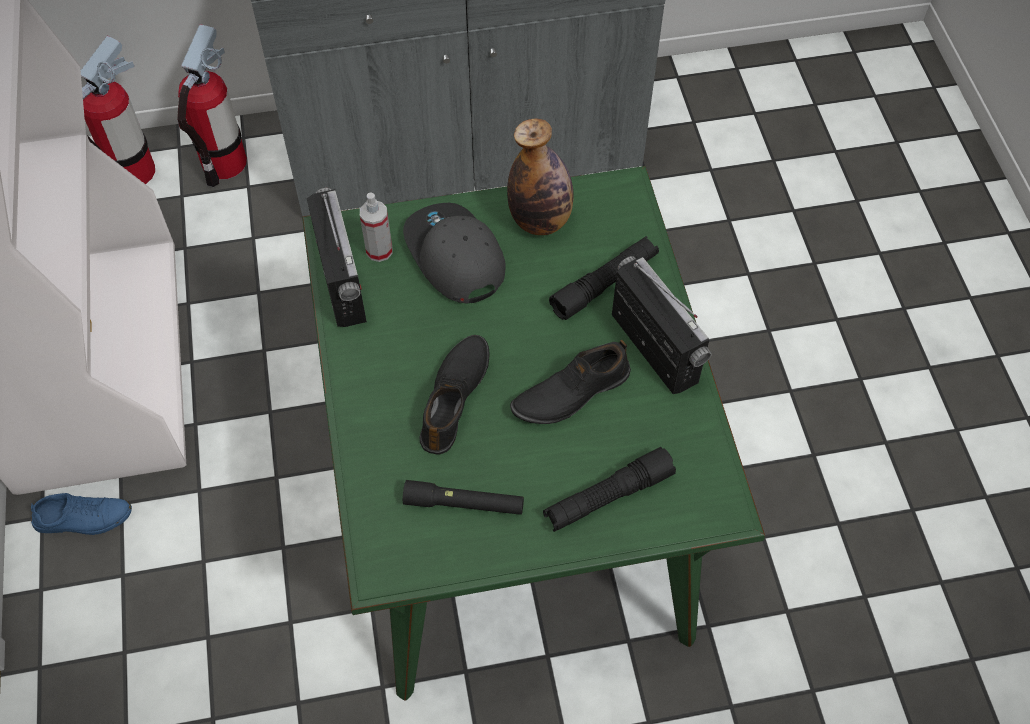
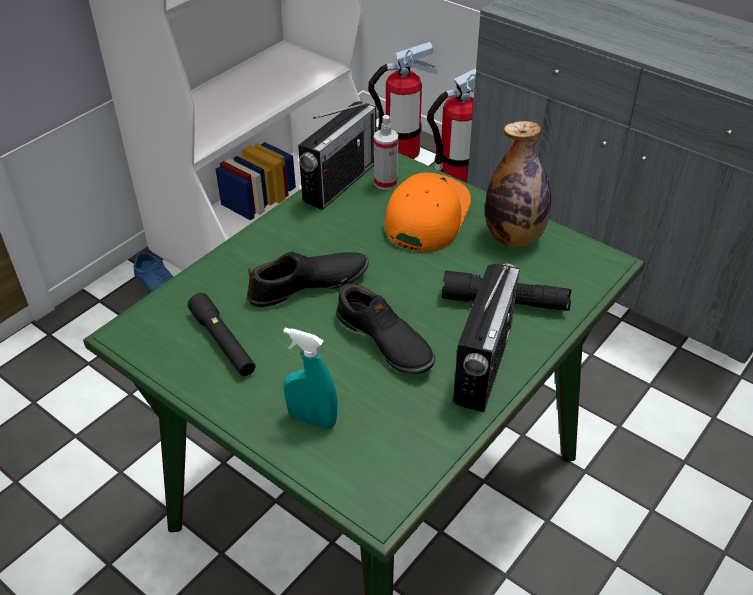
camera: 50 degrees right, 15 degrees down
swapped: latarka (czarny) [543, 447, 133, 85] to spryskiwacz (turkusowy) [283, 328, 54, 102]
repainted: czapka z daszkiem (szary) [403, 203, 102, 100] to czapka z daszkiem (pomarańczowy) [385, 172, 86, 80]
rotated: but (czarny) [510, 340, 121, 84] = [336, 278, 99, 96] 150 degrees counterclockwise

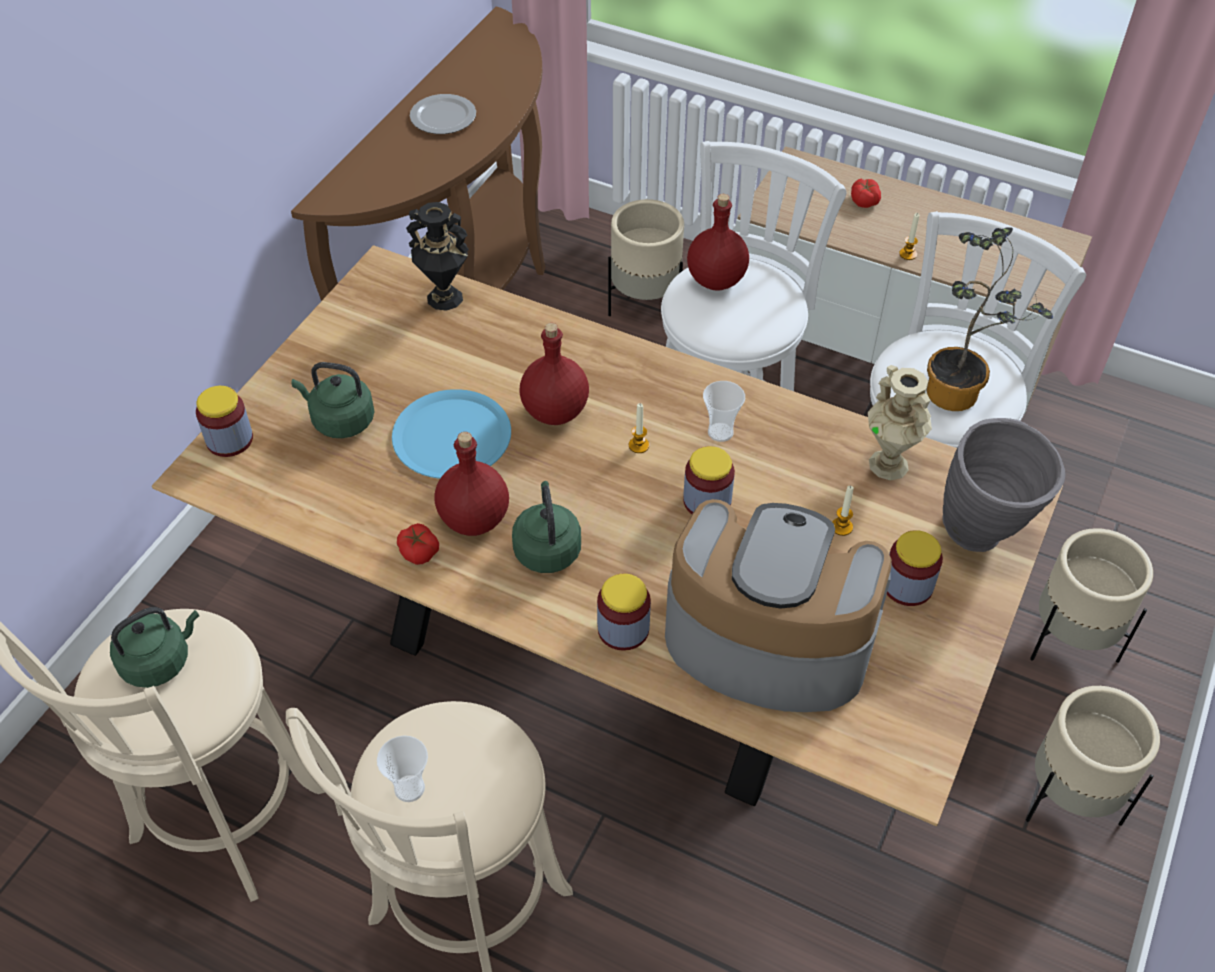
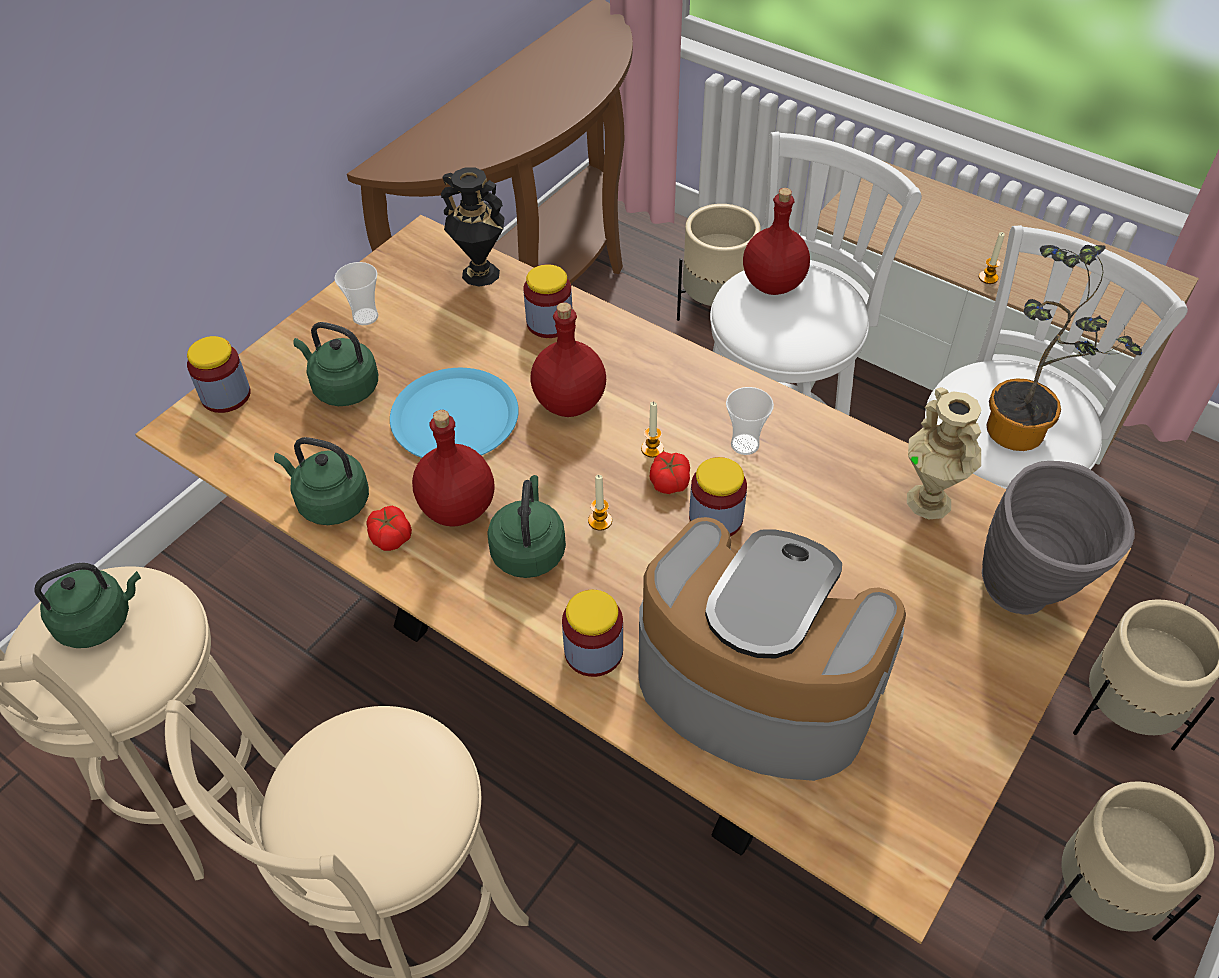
camera: 10 degrees right, 0 degrees up
gone: talerz [410, 94, 66, 40]
new: czajnik (zielony) [274, 437, 95, 88]
shifted: filiżanka [377, 736, 51, 66] to [334, 262, 44, 63]; świeca [832, 486, 22, 50] to [588, 475, 24, 56]; pomidor [851, 179, 30, 29] to [650, 452, 40, 42]; słoik [887, 530, 56, 76] to [523, 264, 49, 74]

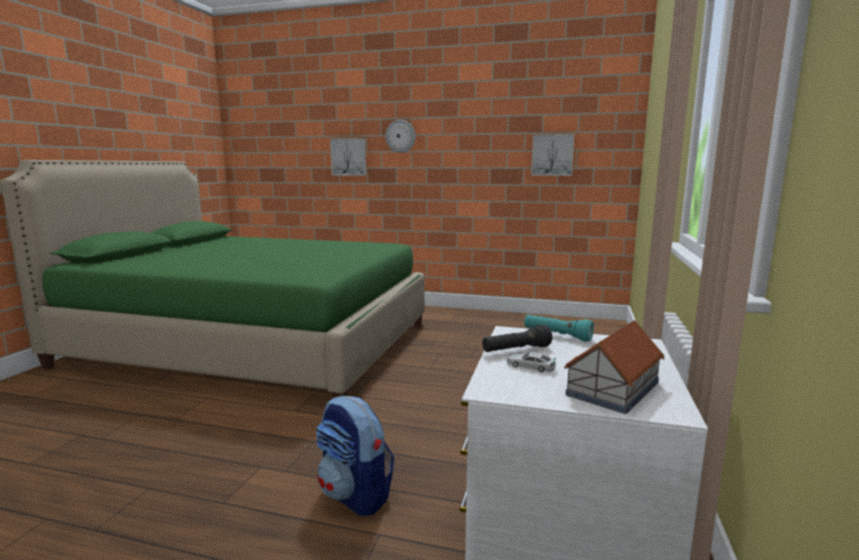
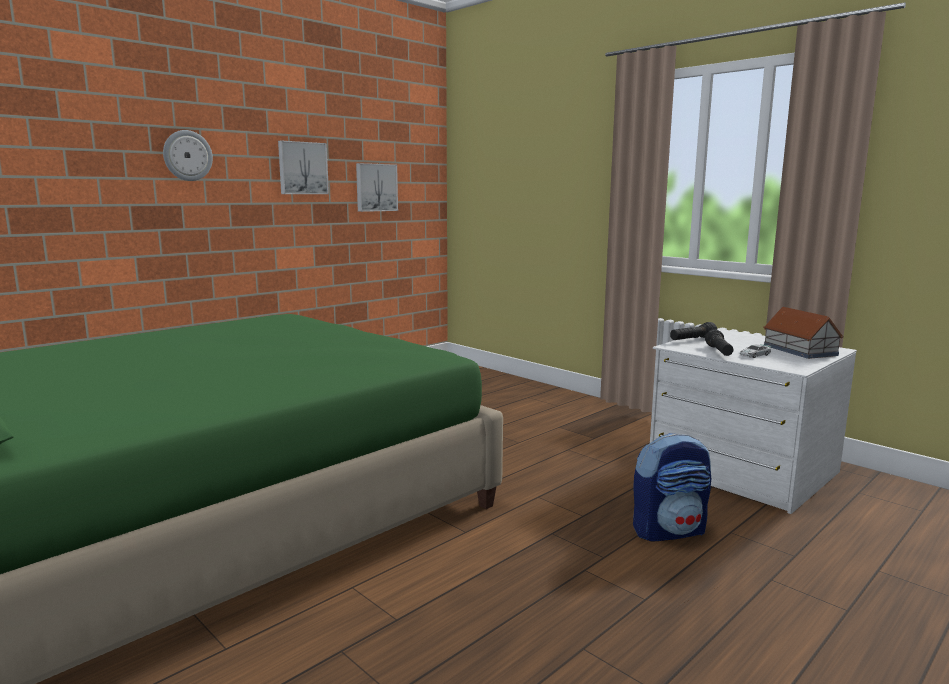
camera: 60 degrees left, 0 degrees up
shifted: obraz [330, 138, 36, 38] to [278, 141, 51, 53]
repainted: latarka (turkusowy) [524, 314, 70, 28] to latarka (czarny) [670, 322, 47, 18]

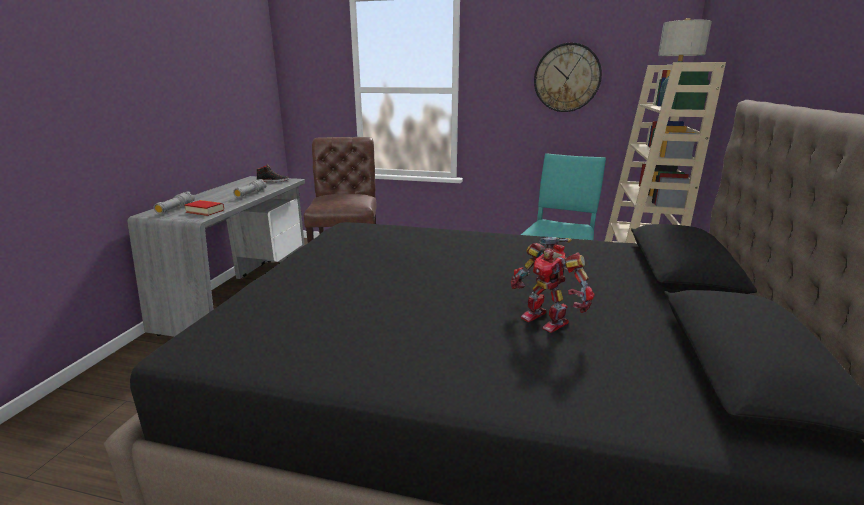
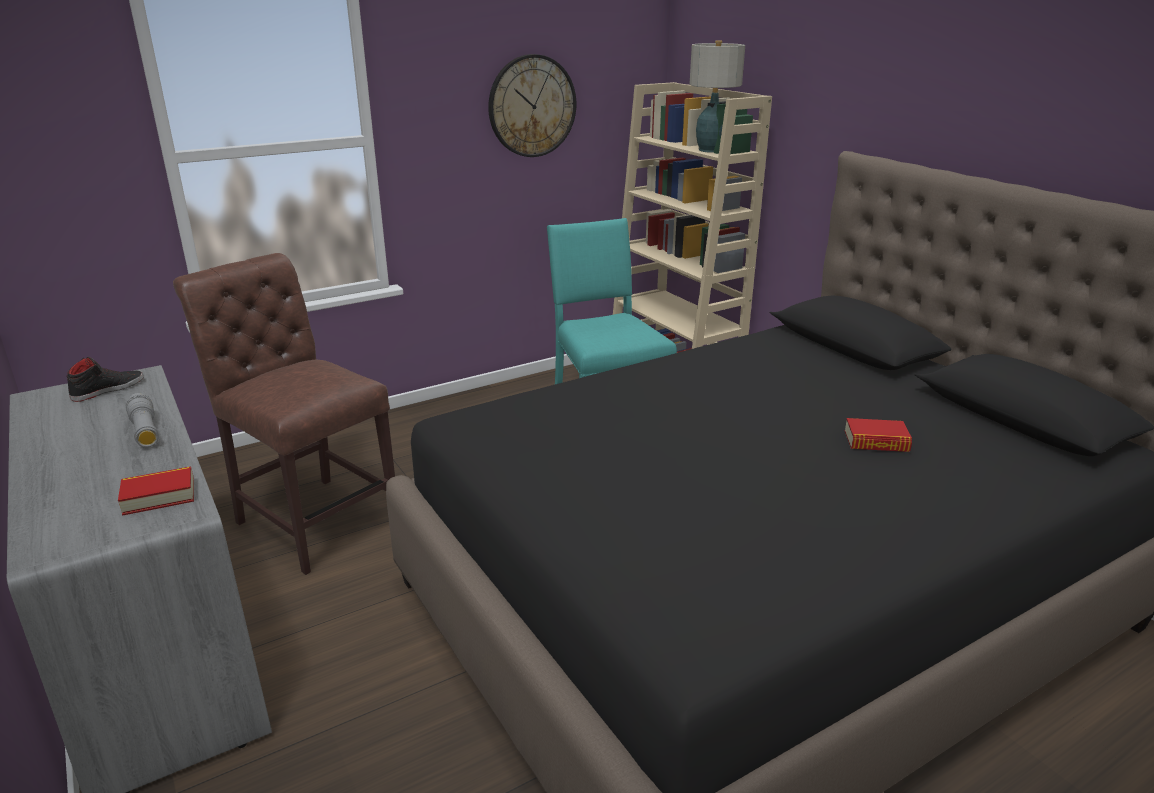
camera: 45 degrees left, 5 degrees up
gone: latarka (szary) [154, 192, 41, 22]
swapped: robot zabawkowy [511, 237, 84, 96] to książka [845, 418, 67, 34]

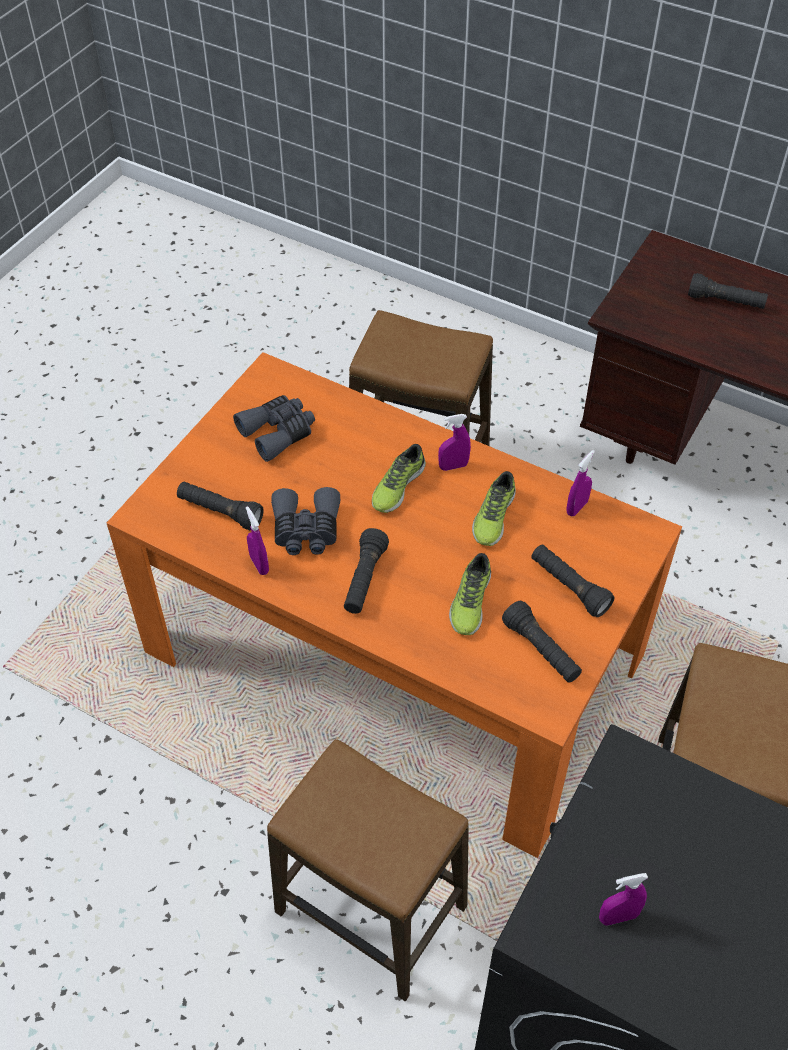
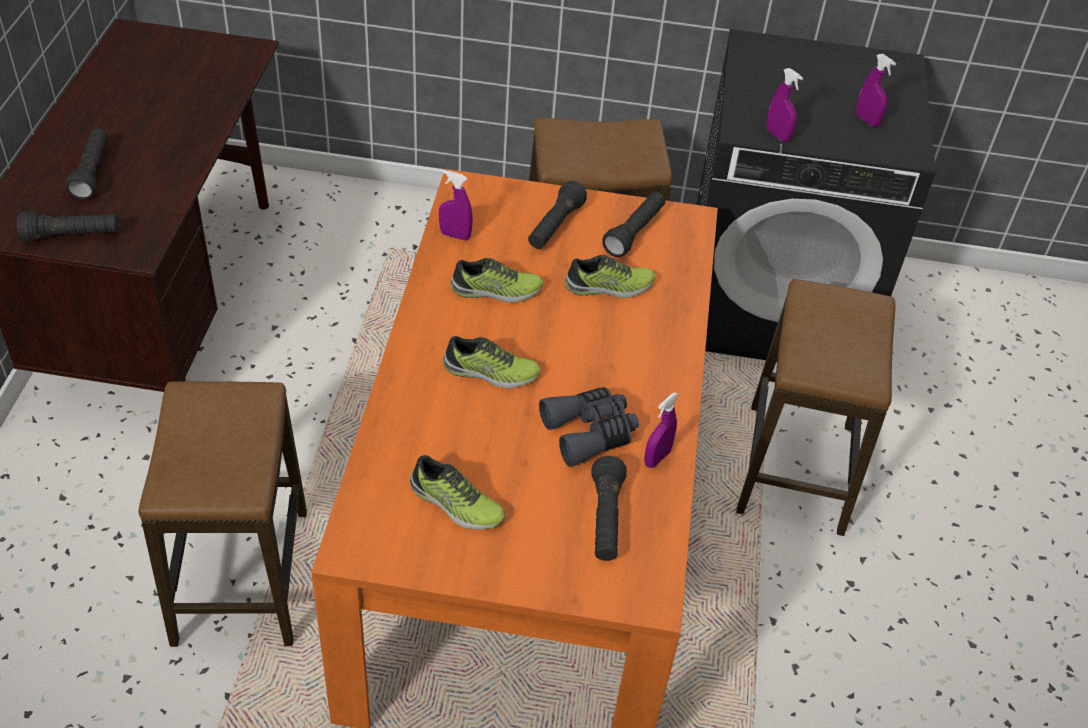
camera: 115 degrees left, 5 degrees down
shifted: latarka (czarny) [344, 528, 45, 86] to [17, 211, 102, 31]; spryskiwacz (fioletowy) [438, 414, 33, 57] to [766, 68, 37, 74]
swapped: lornetka (szary) [233, 395, 82, 67] to but [410, 455, 95, 75]

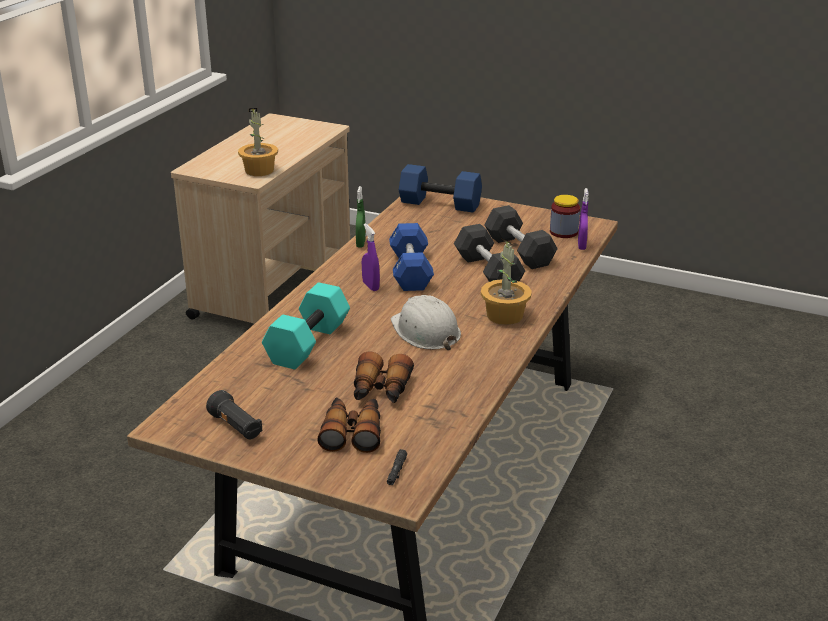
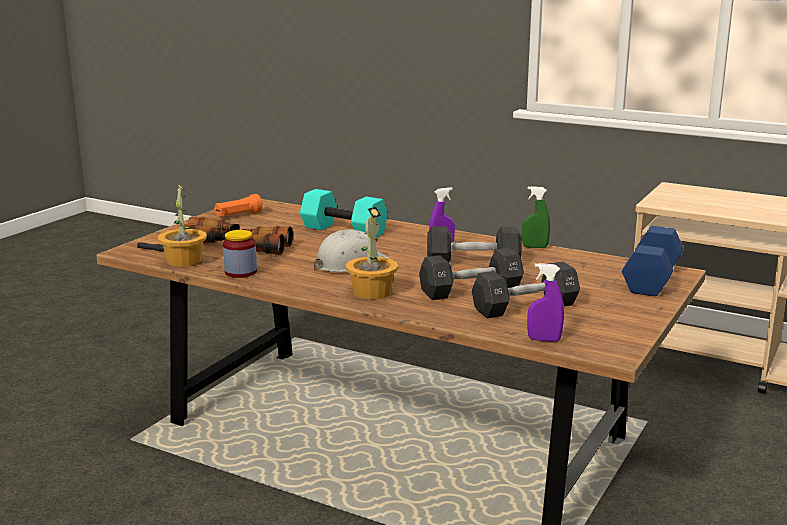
camera: 95 degrees right, 10 degrees down
shifted: roślina doniczkowa [238, 108, 40, 68] to [158, 183, 49, 84]; słoik [550, 195, 30, 43] to [223, 230, 34, 48]
repainted: latarka (czarny) [206, 390, 56, 50] to latarka (pomarańczowy) [214, 194, 48, 23]; hantel (niebieski) [389, 223, 45, 68] to hantel (czarny) [427, 226, 95, 37]

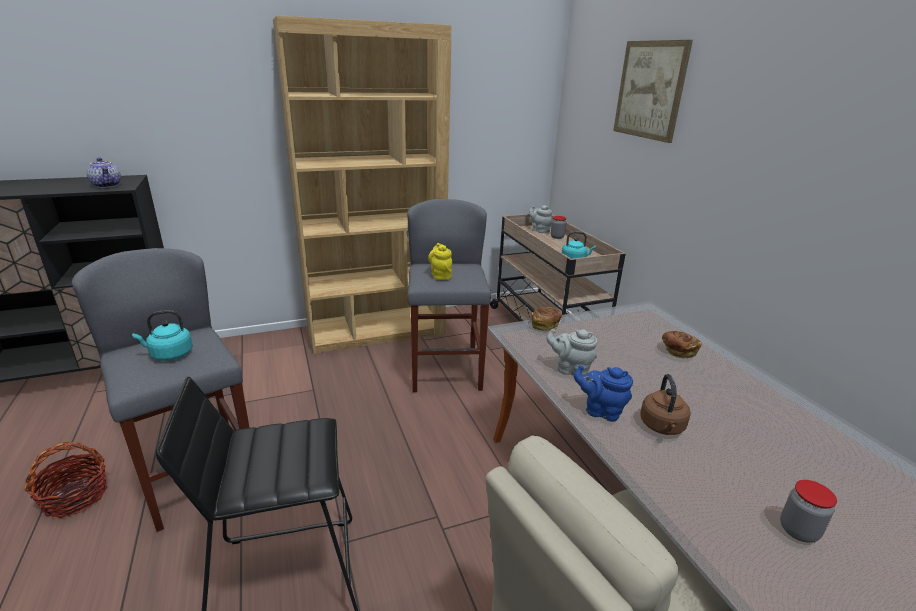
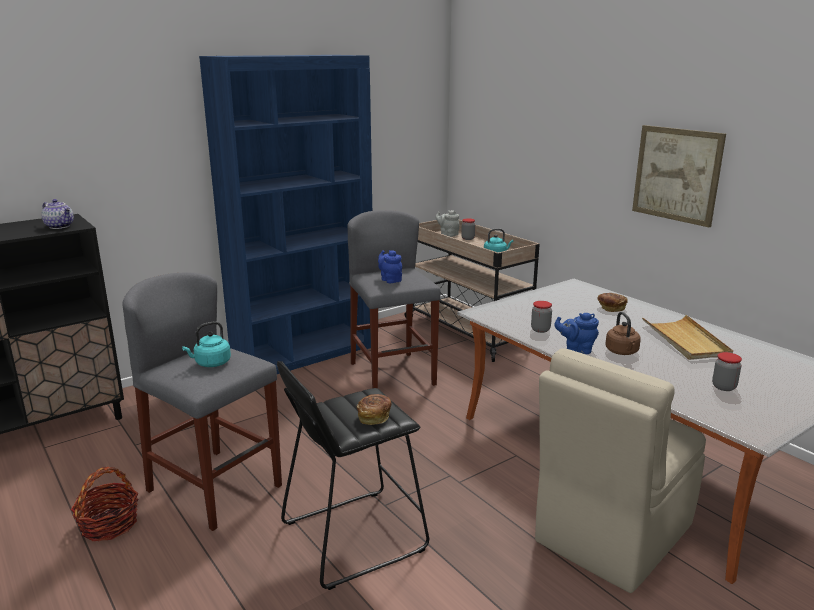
camera: 15 degrees left, 5 degrees down
new: taca (beżowy) [642, 315, 91, 45]
shifted: chleb [531, 306, 31, 25] to [357, 394, 35, 31]; obraz [613, 40, 80, 103] to [632, 125, 94, 102]
swapped: imbryk (szary) [546, 329, 51, 46] to słoik [531, 301, 21, 32]
repainted: regał (brązowy) [273, 15, 178, 339] to regał (niebieski) [199, 55, 173, 319]; imbryk (żółty) [428, 243, 24, 37] to imbryk (niebieski) [378, 250, 24, 33]

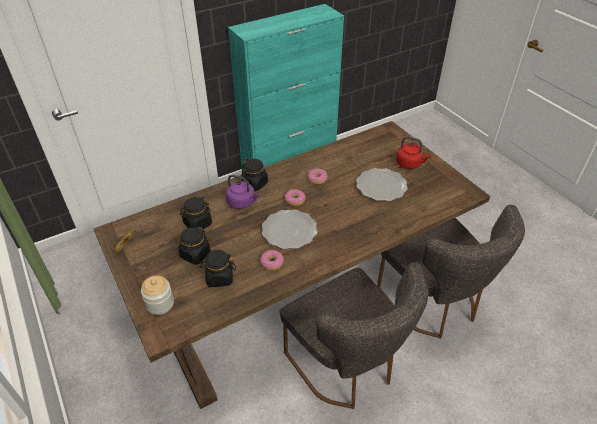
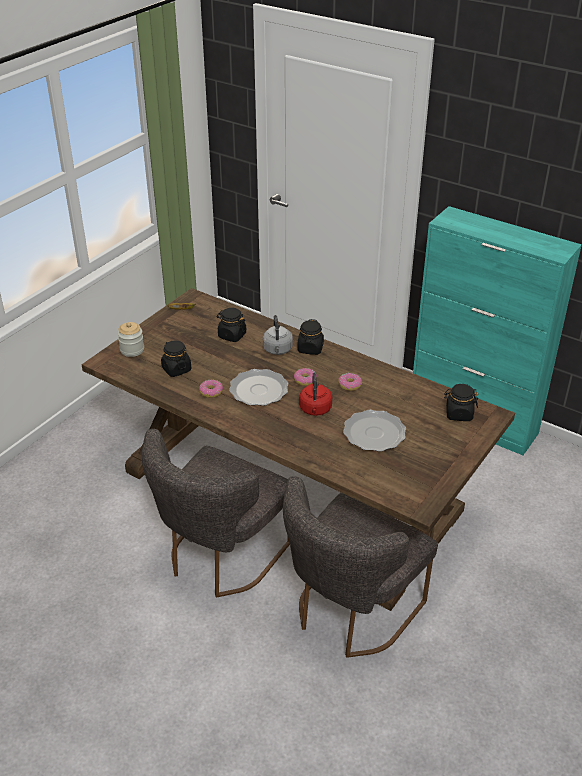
camera: 65 degrees right, 5 degrees down
shifted: słoik (czarny) [179, 226, 32, 39] to [444, 384, 34, 37]; czajnik (czerwony) [396, 136, 35, 33] to [299, 372, 33, 44]
repainted: czajnik (fioletowy) [226, 175, 34, 34] to czajnik (szary) [263, 315, 30, 40]

